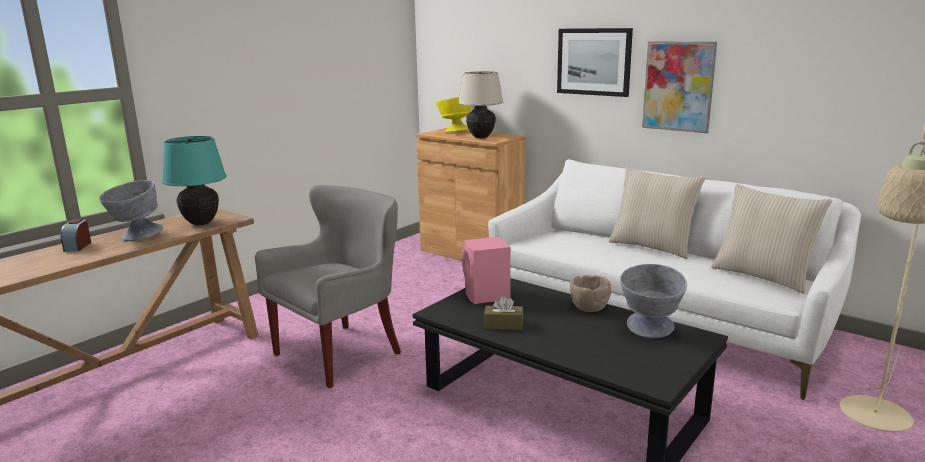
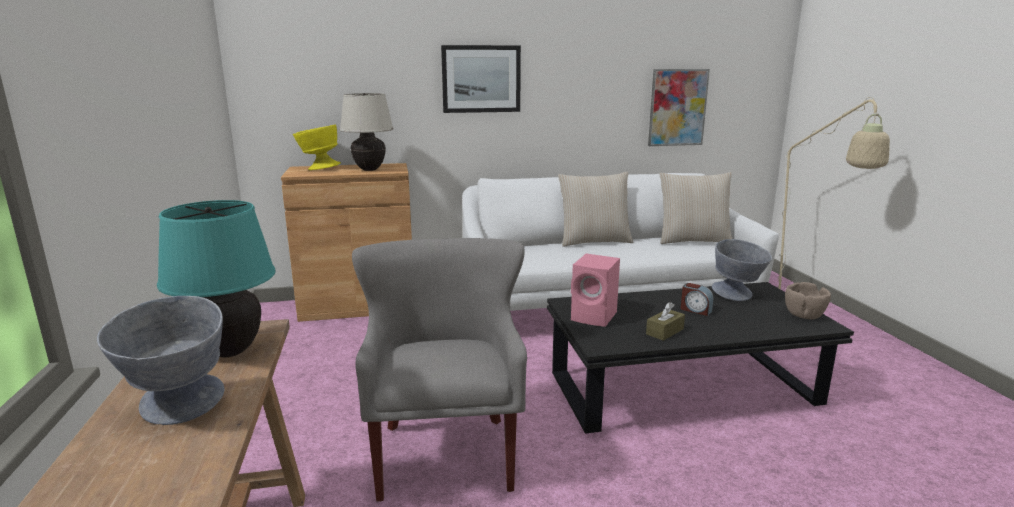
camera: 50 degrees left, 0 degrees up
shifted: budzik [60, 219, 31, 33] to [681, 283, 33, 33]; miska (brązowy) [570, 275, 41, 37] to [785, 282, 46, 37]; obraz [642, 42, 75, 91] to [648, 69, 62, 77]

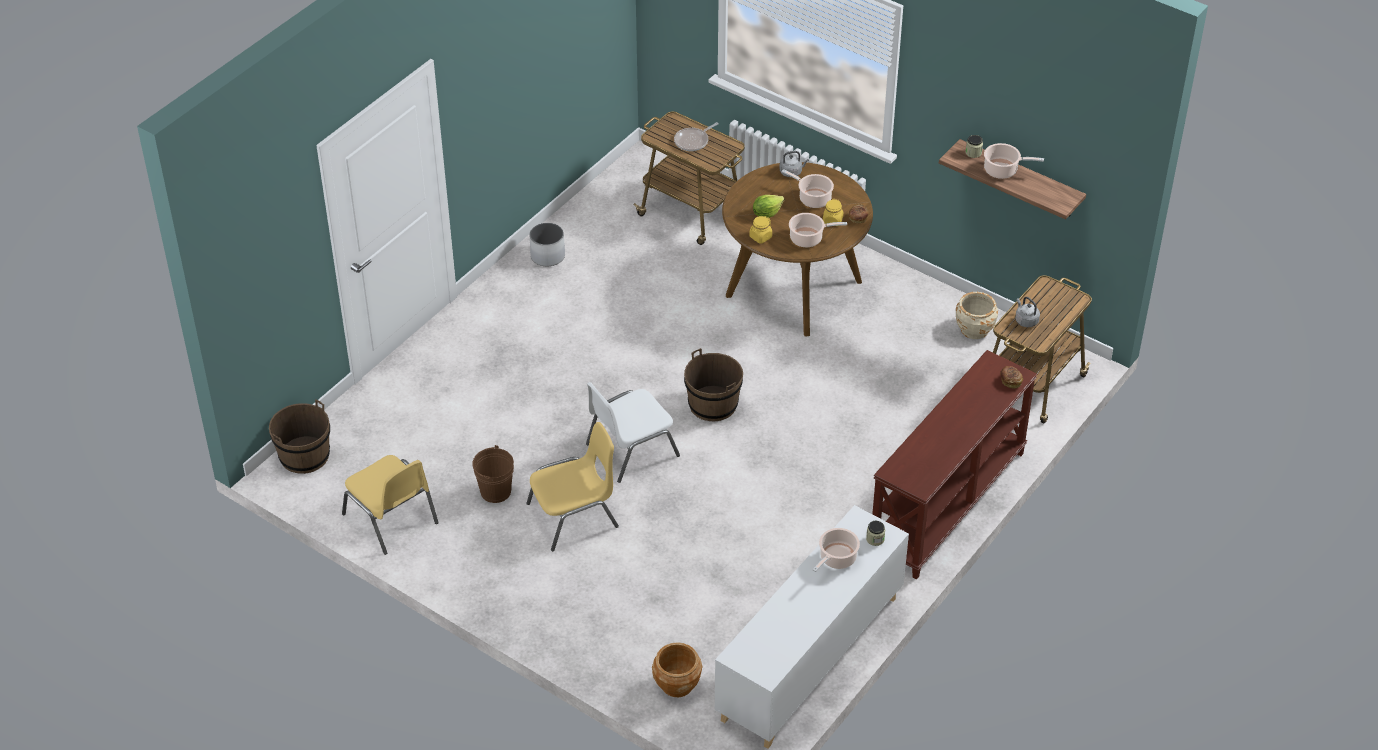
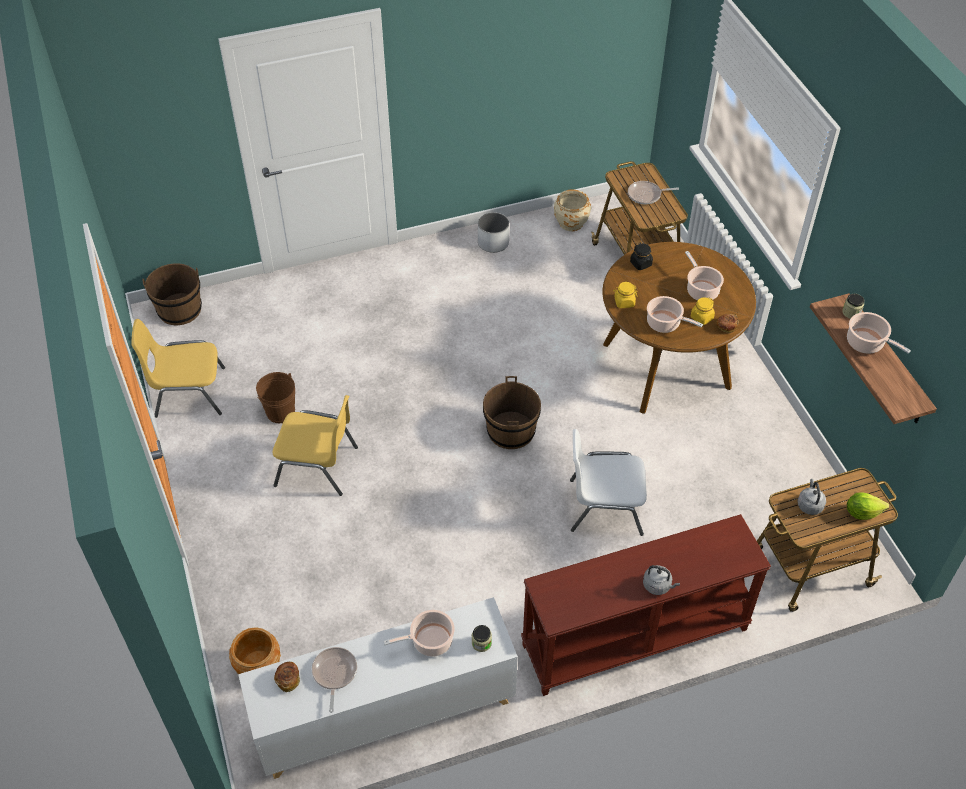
camera: 35 degrees right, 5 degrees up
new: patelnia [312, 647, 45, 66]; słoik (czarny) [630, 243, 23, 27]
shifted: krzesło (biały) [586, 382, 94, 101] to [570, 429, 77, 107]; sałata [753, 195, 31, 23] to [847, 492, 42, 28]; czajnik (szary) [779, 151, 30, 26] to [643, 565, 37, 30]; donica (beżowy) [956, 292, 42, 47] to [554, 189, 37, 42]; chleb [1000, 366, 23, 23] to [274, 662, 26, 30]
rotated: krzesło (żółty) [342, 455, 97, 100] = [132, 319, 93, 99] 90 degrees clockwise

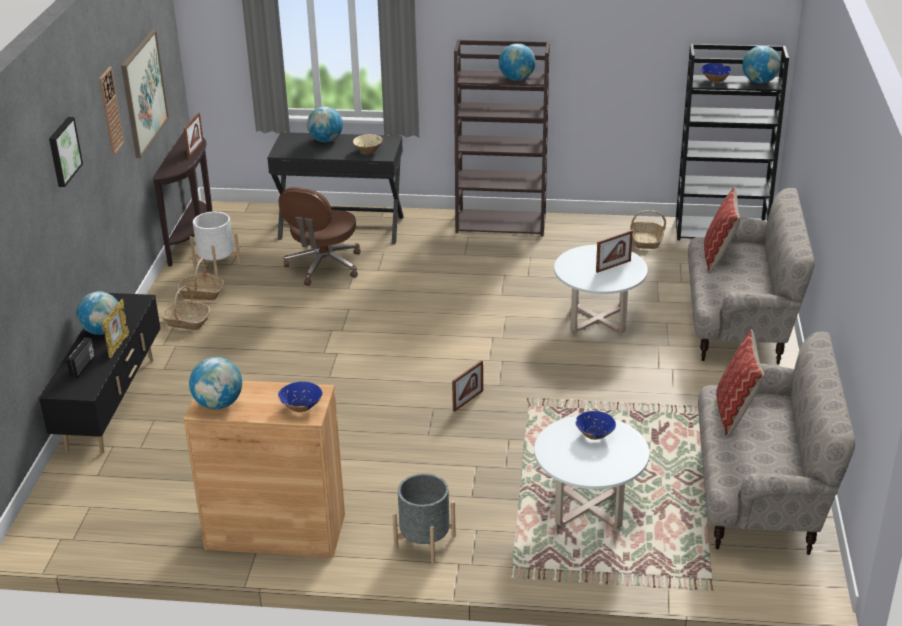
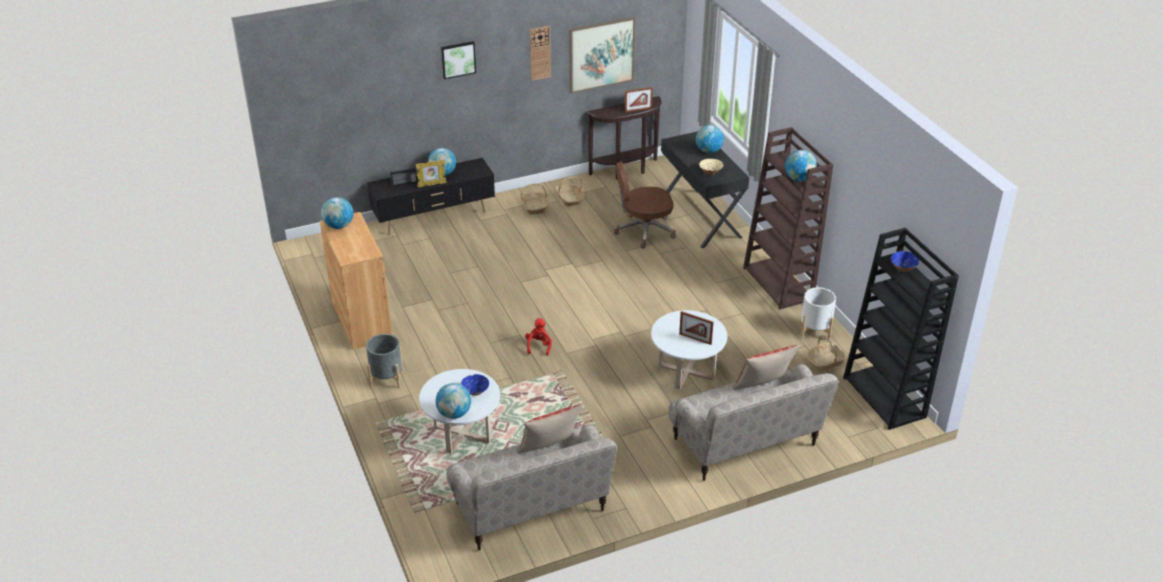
camera: 60 degrees right, 5 degrees up
gone: miska (niebieski) [278, 382, 45, 30]
shifted: donica (biały) [190, 211, 51, 65] to [801, 287, 35, 53]; globus [742, 45, 39, 38] to [436, 383, 35, 36]
swapped: ramka na zdjęcie [452, 360, 31, 52] to pluszak (czerwony) [525, 318, 27, 38]

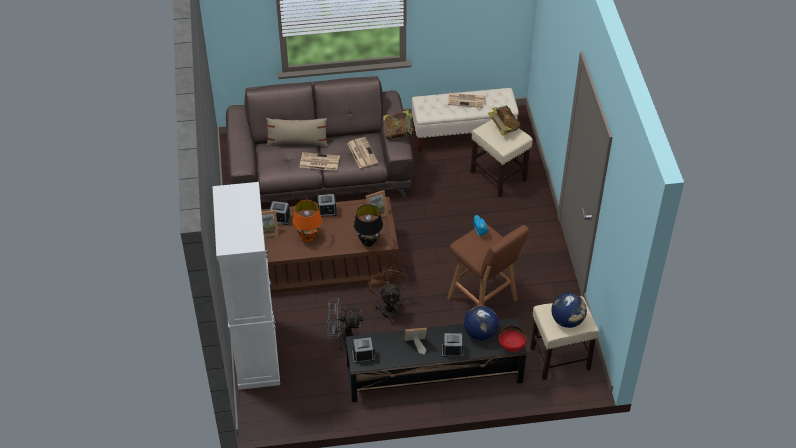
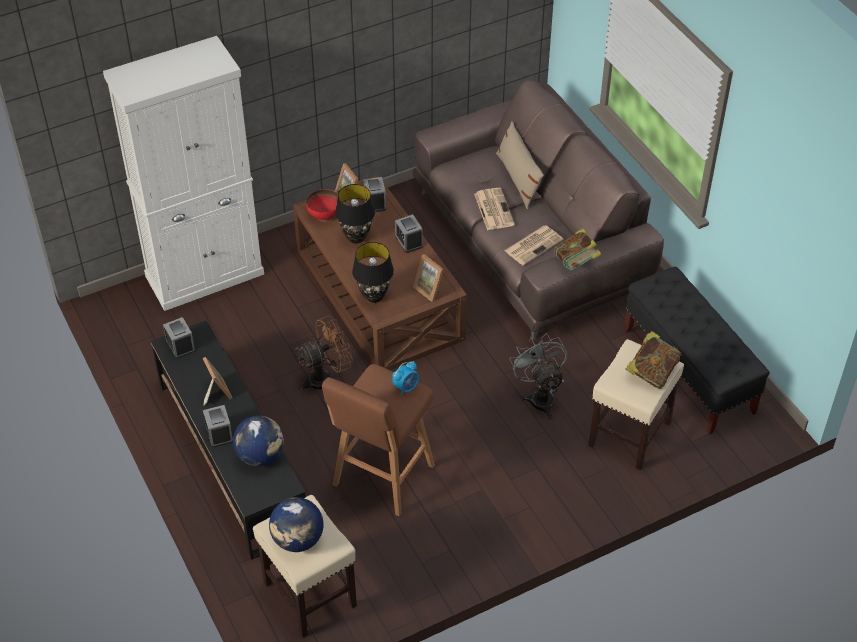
camera: 70 degrees right, 0 degrees up
gone: gazeta [448, 93, 37, 15]
shifted: wentylator (szary) [327, 298, 36, 53] to [510, 333, 57, 86]; miska (czerwony) [498, 326, 29, 26] to [306, 189, 32, 33]
repainted: lampa stołowa (pomarańczowy) [293, 200, 29, 42] to lampa stołowa (czarny) [335, 184, 40, 60]; ławka (beżowy) [412, 88, 106, 64] to ławka (czarny) [624, 267, 146, 168]

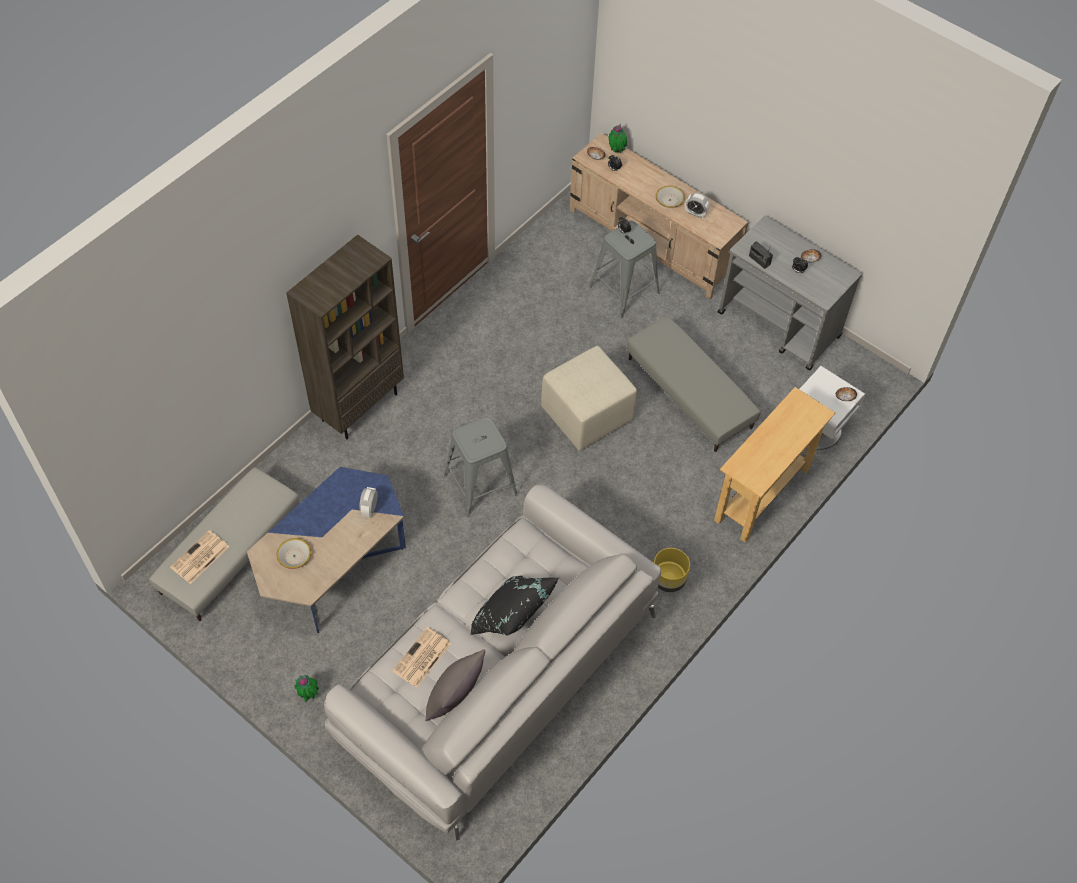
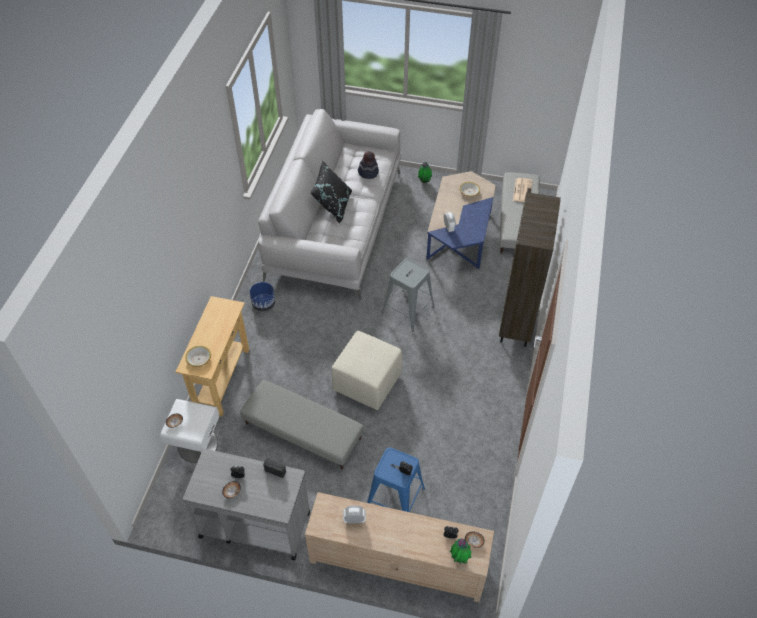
camera: 155 degrees right, 5 degrees down
gone: poduszka (szary) [425, 650, 60, 71]
shifted: miska [656, 186, 29, 22] to [185, 346, 26, 21]
swapped: gazeta [392, 627, 59, 61] to kapelusz [358, 151, 21, 28]
repainted: stołek (szary) [589, 220, 71, 97] to stołek (niebieski) [367, 447, 58, 65]; donica (żółty) [654, 548, 36, 44] to donica (niebieski) [250, 282, 25, 30]

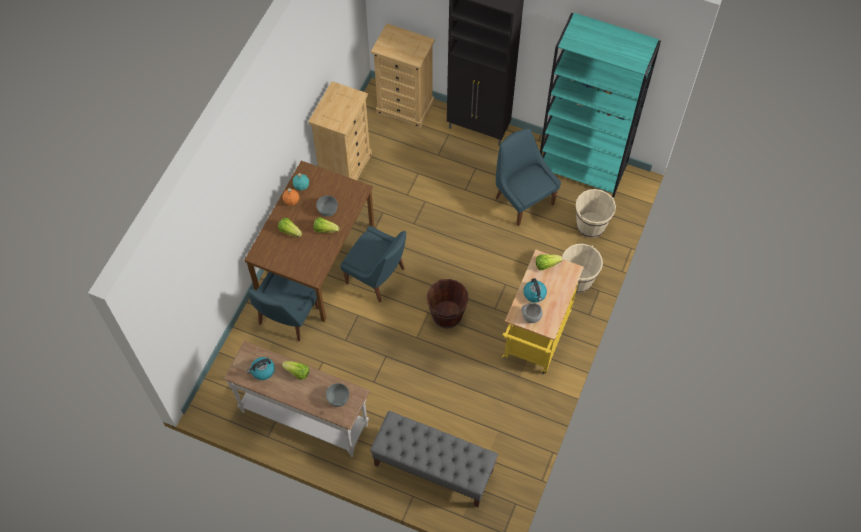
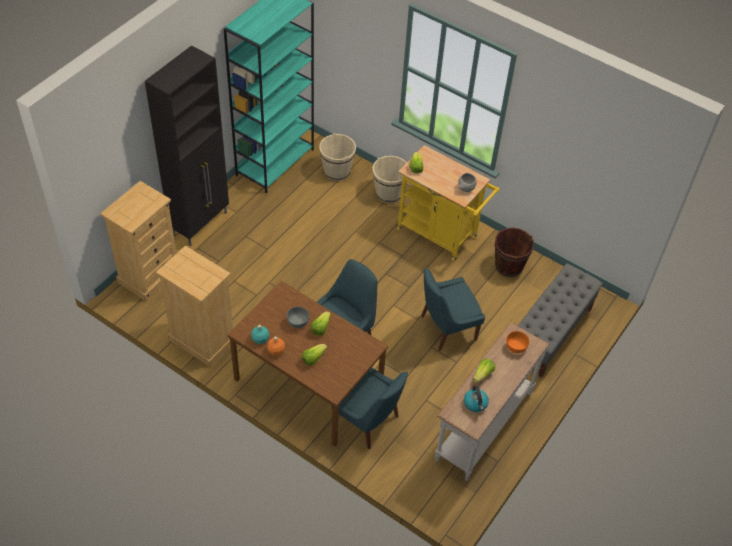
camera: 80 degrees left, 10 degrees down
gone: czajnik [523, 278, 24, 25]
shifted: wiadro (brązowy) [427, 279, 41, 49] to [495, 228, 39, 49]; krzesło (niebieski) [496, 128, 65, 98] to [421, 268, 64, 83]
repainted: miska (szary) [326, 383, 23, 24] to miska (pomarańczowy) [506, 331, 23, 23]

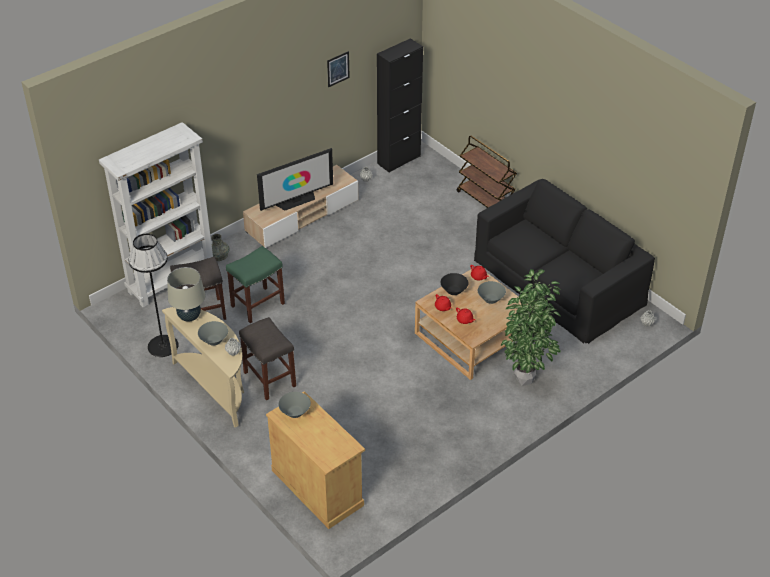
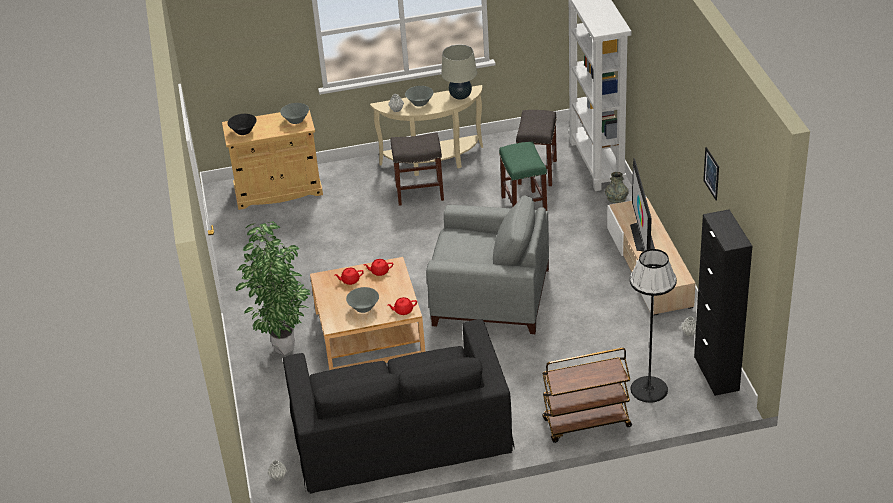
camera: 120 degrees right, 5 degrees down
new: fotel (szary) [426, 195, 123, 139]
shifted: lampa stojąca (czarny) [129, 234, 50, 123] to [630, 249, 47, 154]; miska (czarny) [440, 273, 29, 22] to [227, 114, 30, 21]

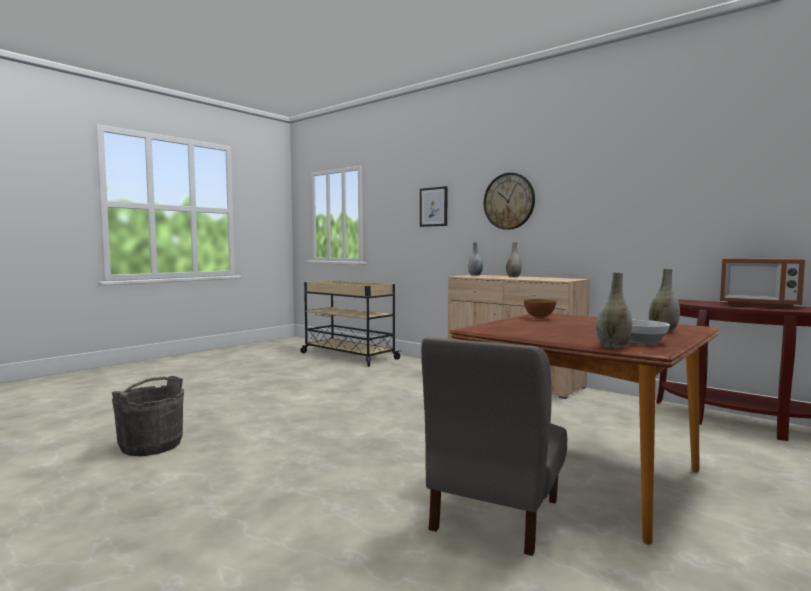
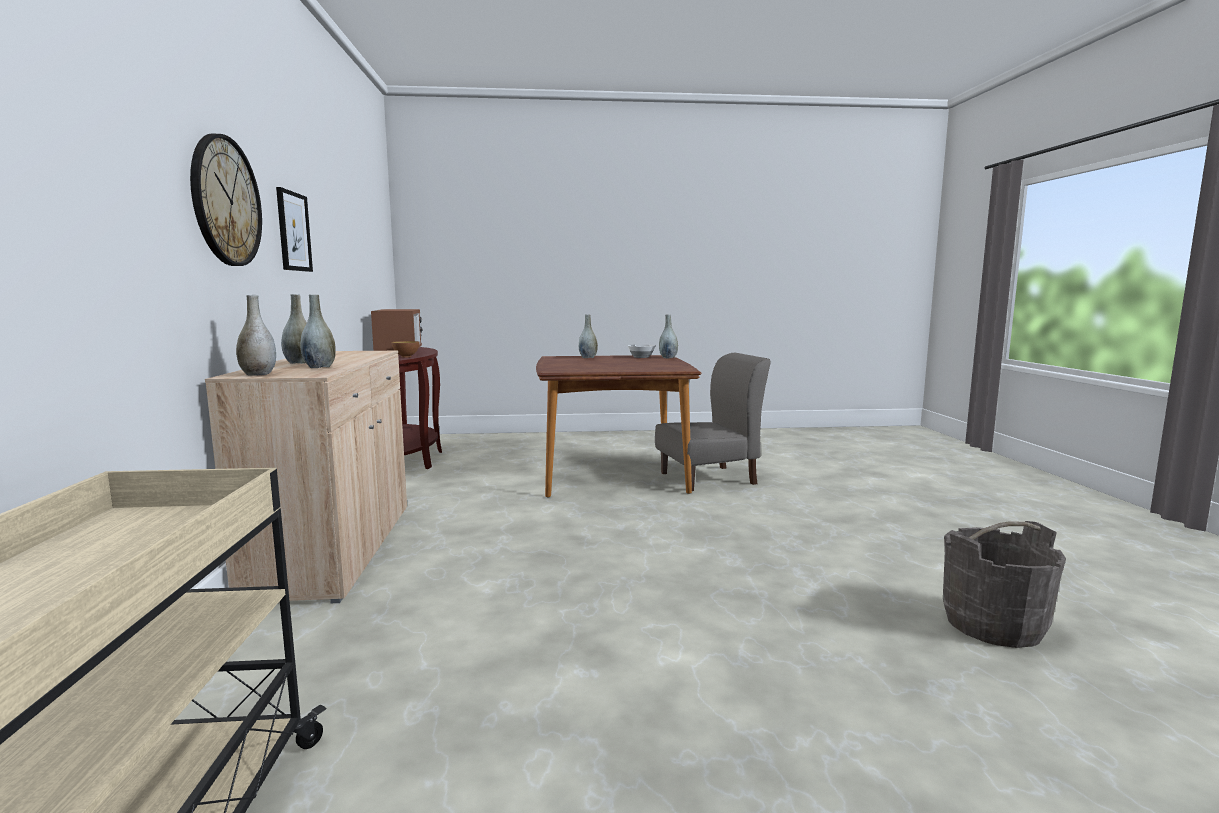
camera: 135 degrees left, 5 degrees up
new: wazon (szary) [300, 295, 36, 73]
shifted: obraz [420, 186, 28, 41] to [276, 187, 37, 85]; miska [524, 299, 32, 20] to [392, 341, 27, 17]

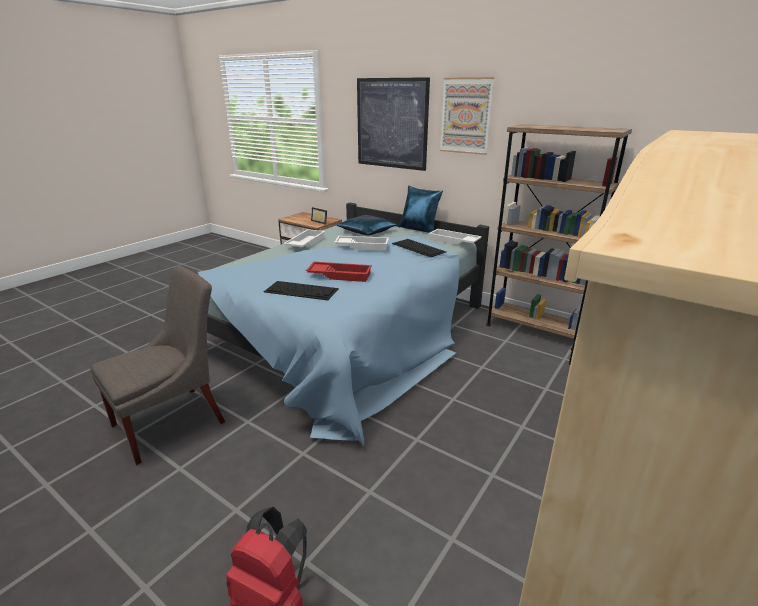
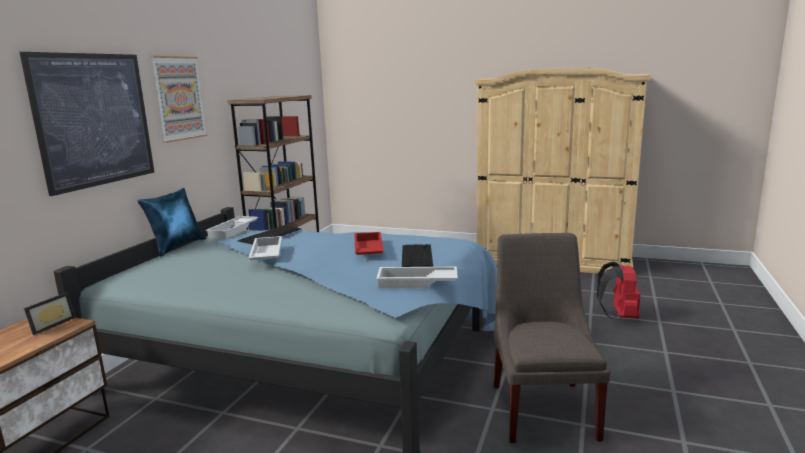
camera: 105 degrees left, 10 degrees down
gone: poduszka (niebieski) [336, 215, 61, 20]
shifted: taca (biały) [283, 229, 42, 18] to [376, 267, 82, 21]
rotated: krzesło (szary) [90, 266, 136, 199] = [493, 233, 118, 210] 60 degrees clockwise

